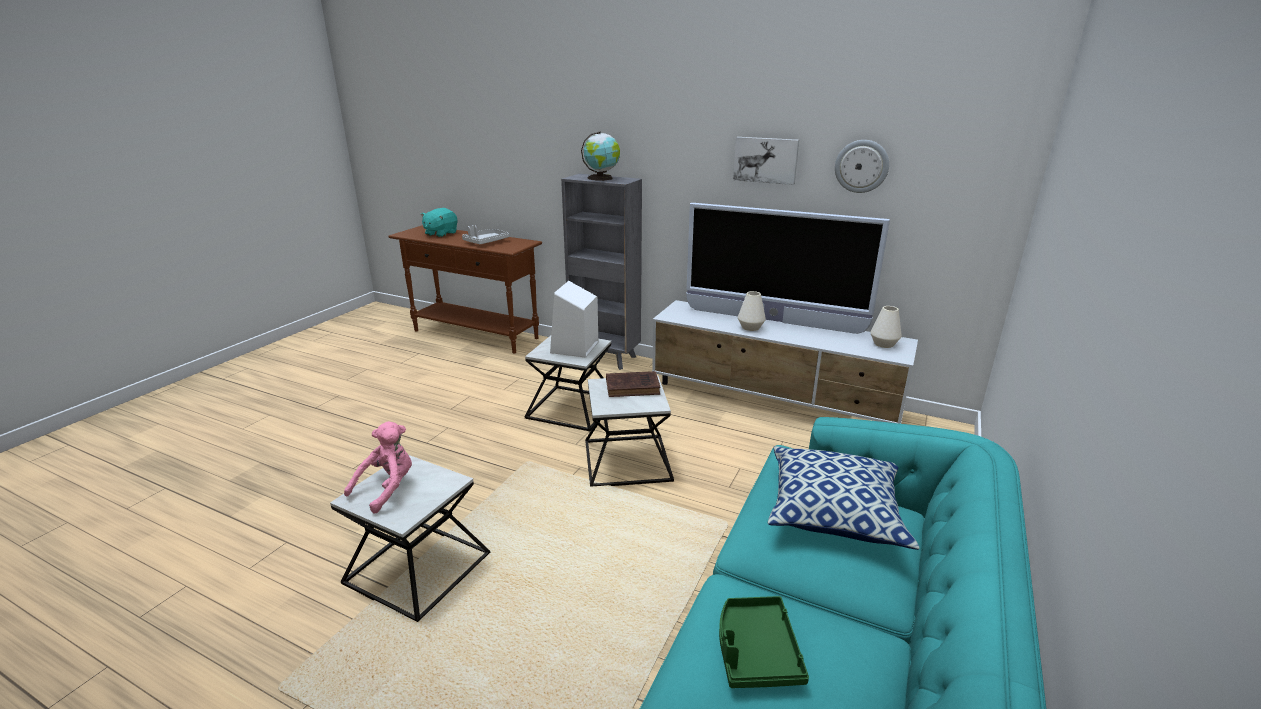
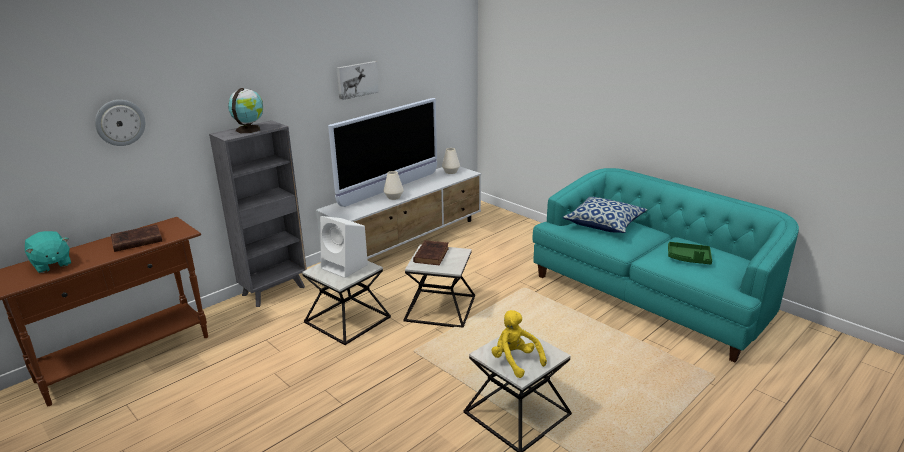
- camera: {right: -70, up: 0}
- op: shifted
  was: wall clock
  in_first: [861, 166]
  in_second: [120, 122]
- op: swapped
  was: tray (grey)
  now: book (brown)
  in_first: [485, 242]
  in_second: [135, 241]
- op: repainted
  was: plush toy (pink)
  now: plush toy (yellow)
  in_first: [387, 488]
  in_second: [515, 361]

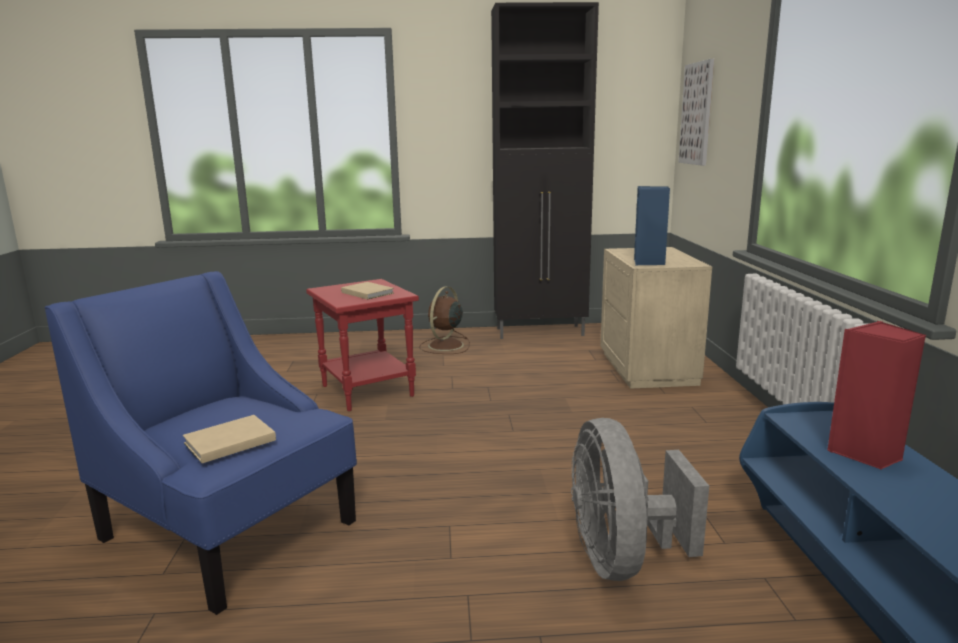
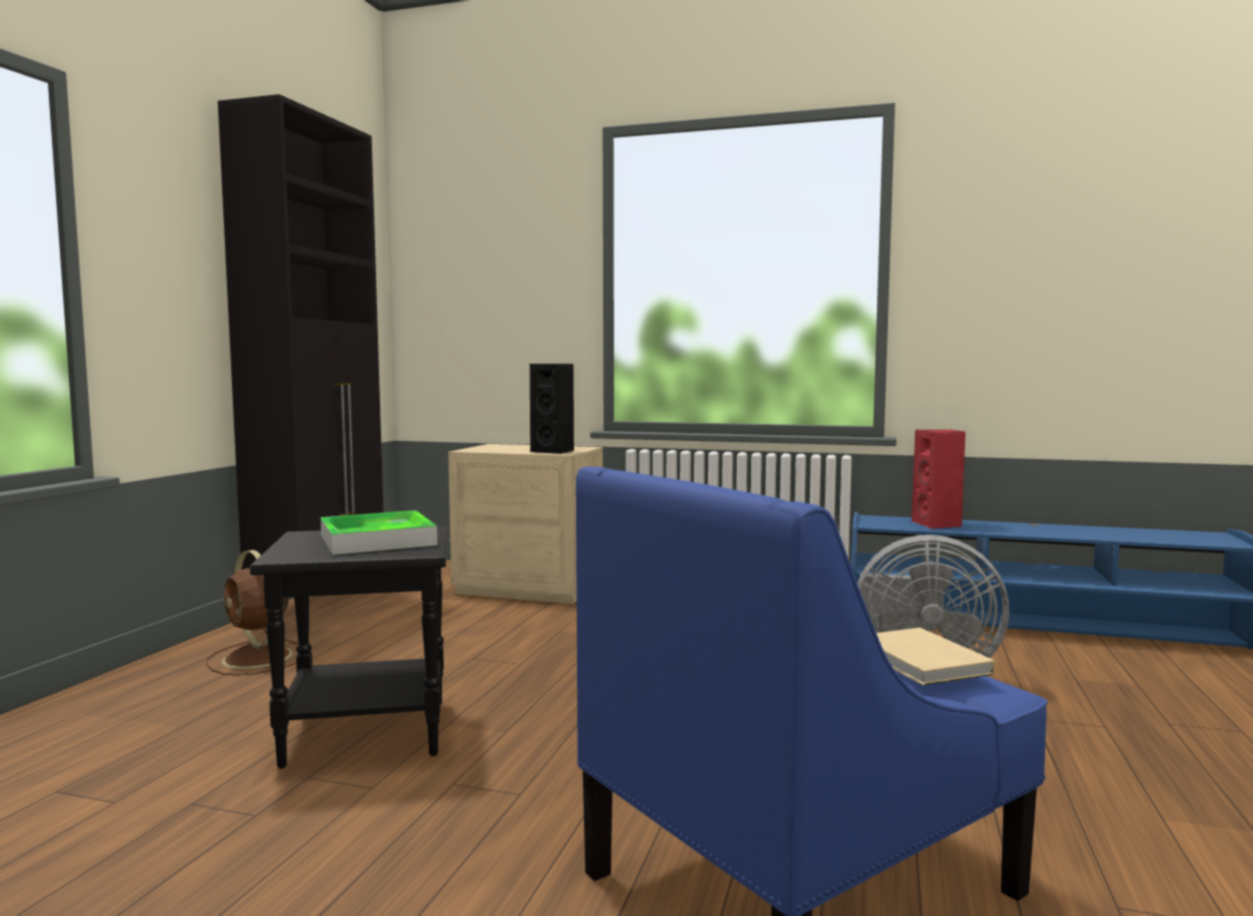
- camera: {right: -70, up: -10}
- op: repainted
  was: side table (red)
  now: side table (black)
  in_first: [369, 391]
  in_second: [369, 731]
- op: swapped
  was: book (beige)
  now: tray
  in_first: [367, 292]
  in_second: [377, 540]
- op: repainted
  was: speaker (blue)
  now: speaker (black)
  in_first: [649, 262]
  in_second: [554, 451]
- op: gone
  was: picture
  in_first: [697, 114]

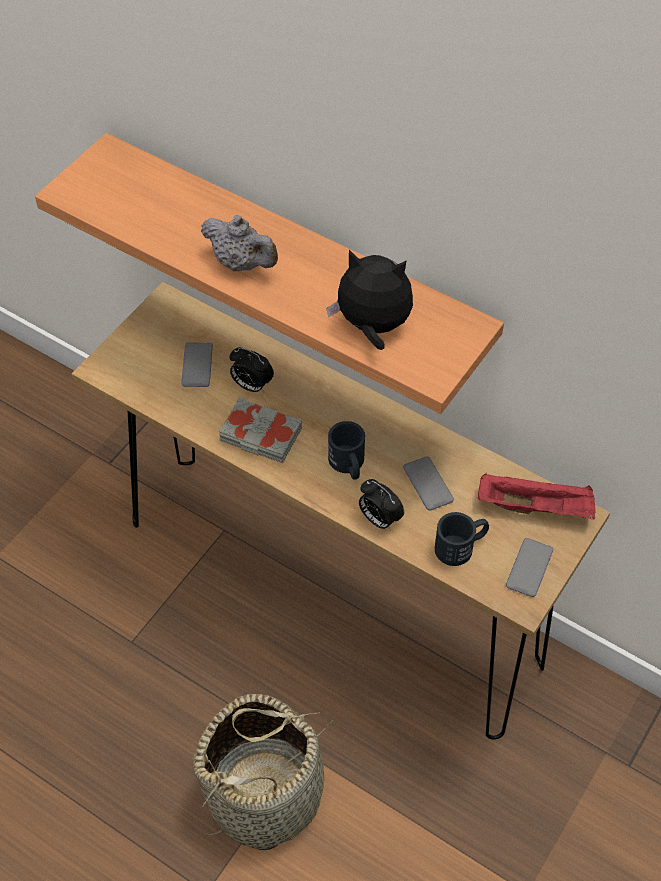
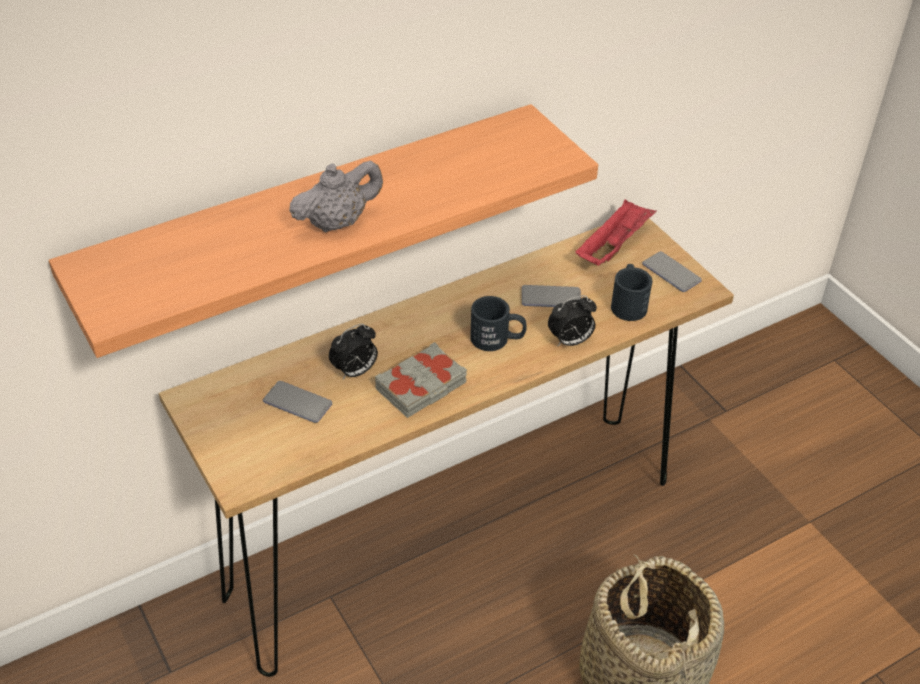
- camera: {right: -65, up: -10}
- op: gone
  was: plush toy
  in_first: [372, 327]

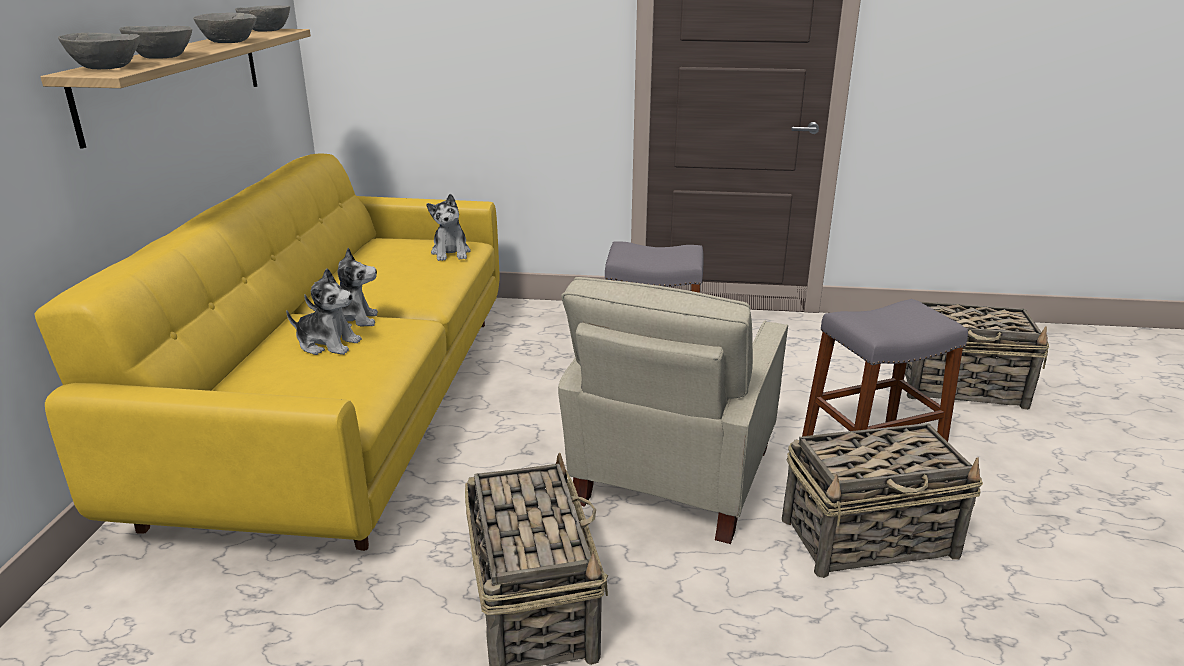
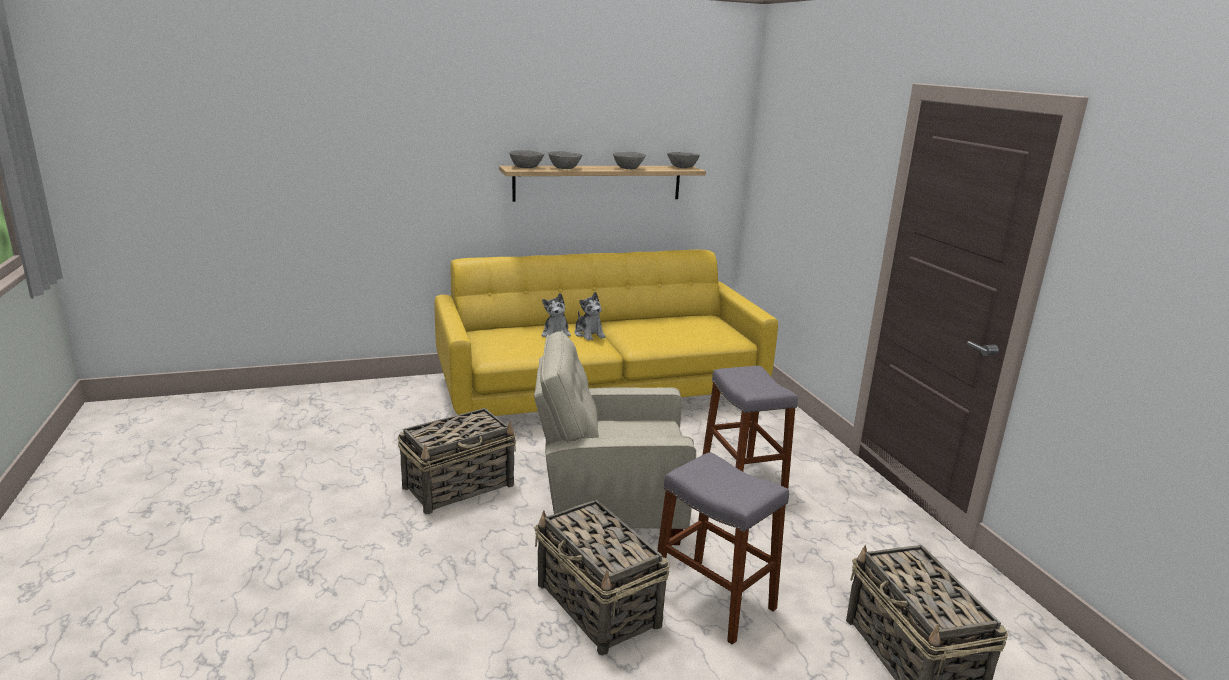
- camera: {right: 65, up: -5}
- op: gone
  was: plush toy
  in_first: [451, 253]

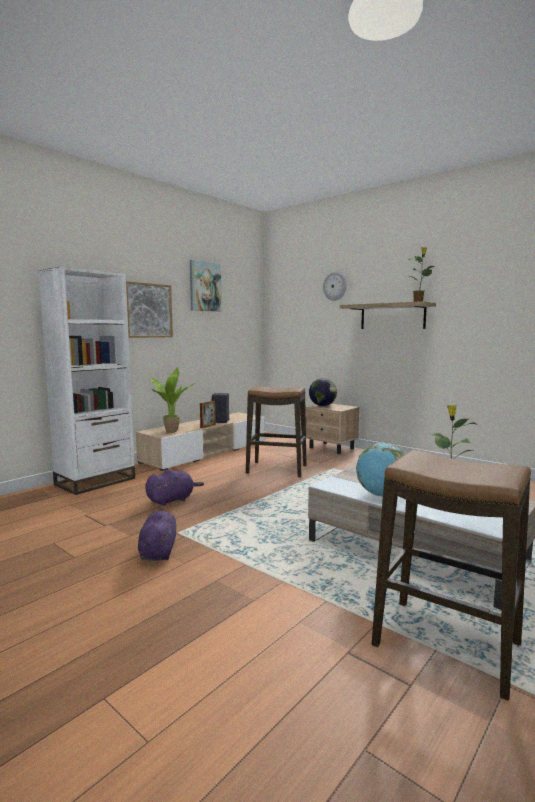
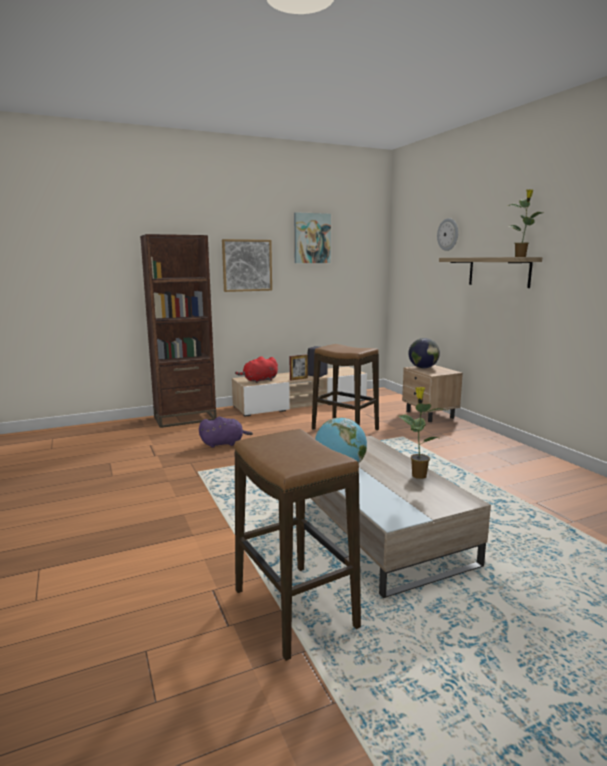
- camera: {right: 25, up: 5}
- op: repainted
  was: bookcase (white)
  now: bookcase (brown)
  in_first: [95, 481]
  in_second: [185, 418]
- op: swapped
  was: potted plant
  now: plush toy (red)
  in_first: [170, 431]
  in_second: [259, 380]
- op: gone
  was: plush toy (purple)
  in_first: [158, 551]

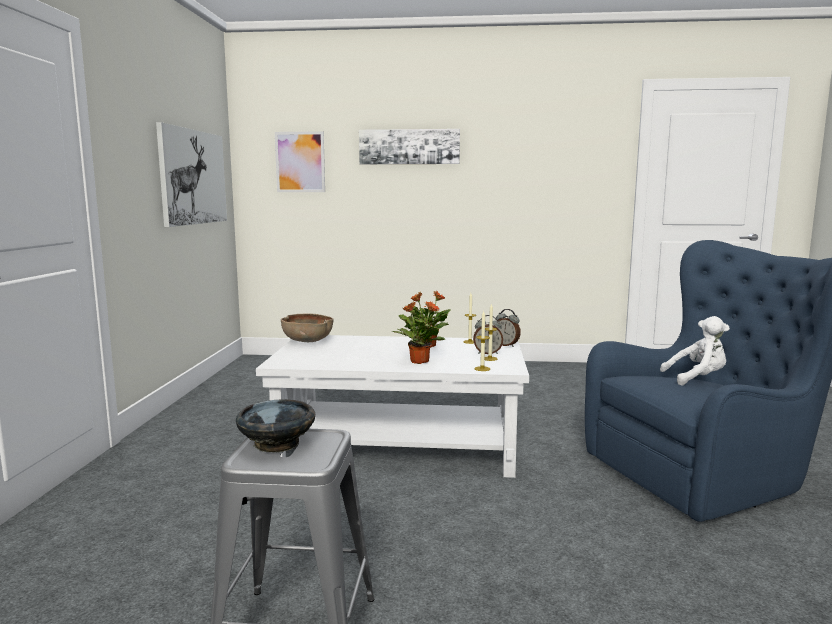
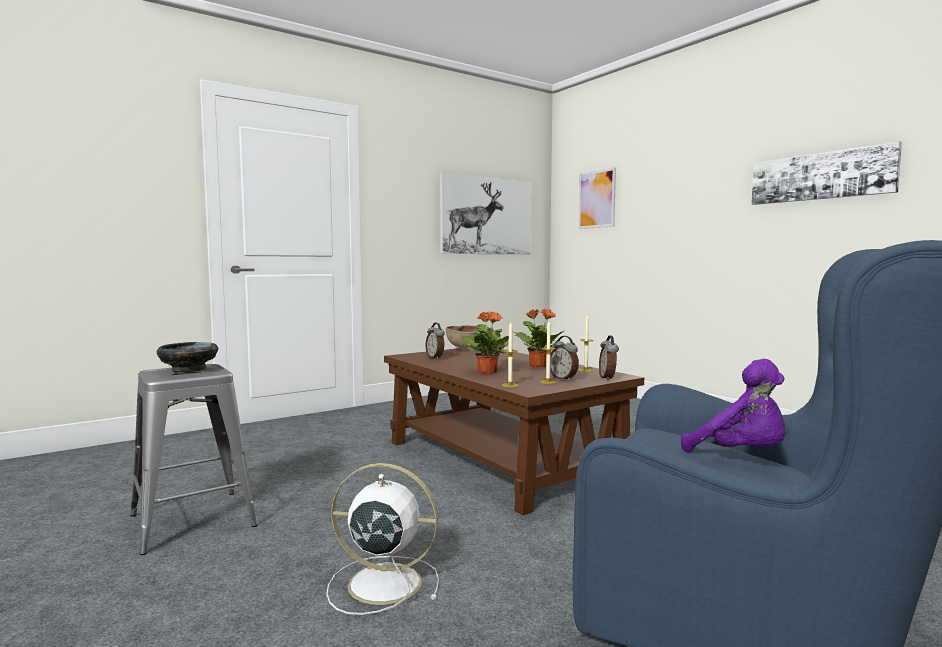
- camera: {right: 50, up: -5}
- op: new
  now: fan (white)
  in_second: [381, 583]
- op: repainted
  was: coffee table (white)
  now: coffee table (brown)
  in_first: [400, 444]
  in_second: [501, 460]
- op: new
  now: alarm clock
  in_second: [435, 358]
- op: repainted
  was: plush toy (white)
  now: plush toy (purple)
  in_first: [697, 379]
  in_second: [741, 455]
- op: shifted
  was: picture
  in_first: [409, 147]
  in_second: [820, 176]

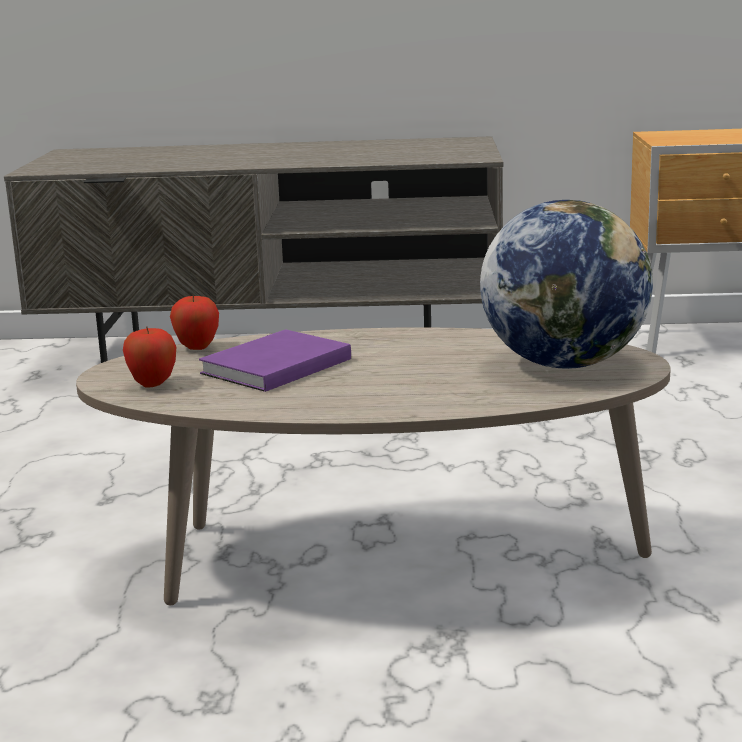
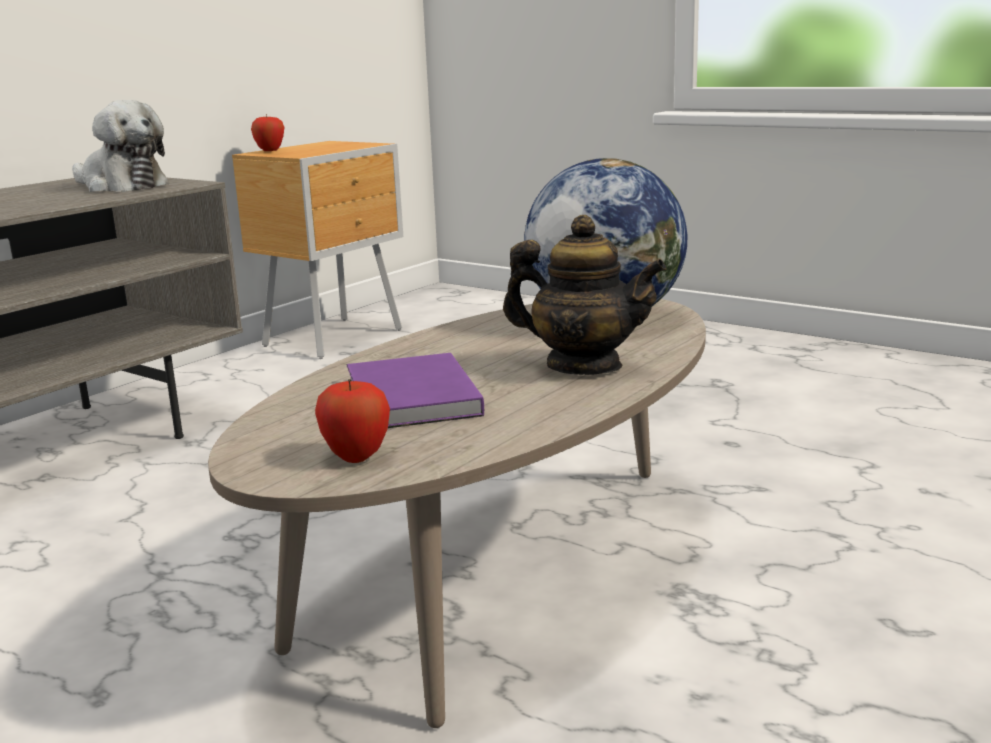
- camera: {right: -55, up: 0}
- op: new
  now: plush toy
  in_second: [121, 186]
- op: shifted
  was: apple
  in_first: [197, 348]
  in_second: [270, 151]
- op: new
  now: teapot
  in_second: [583, 366]

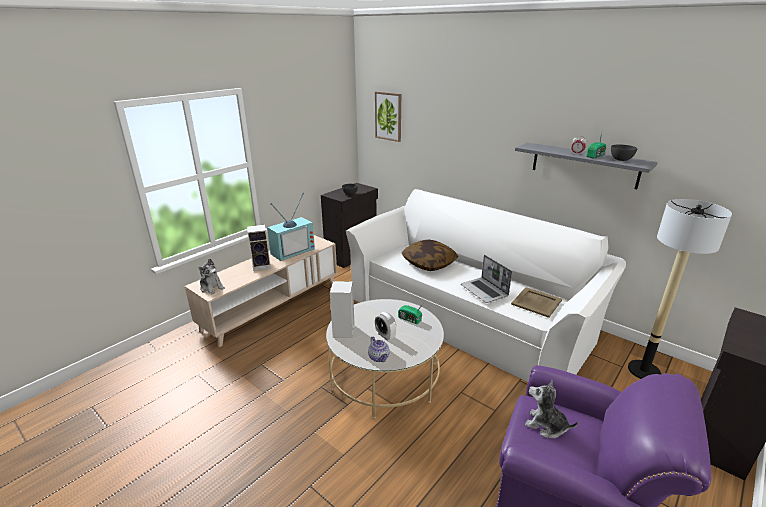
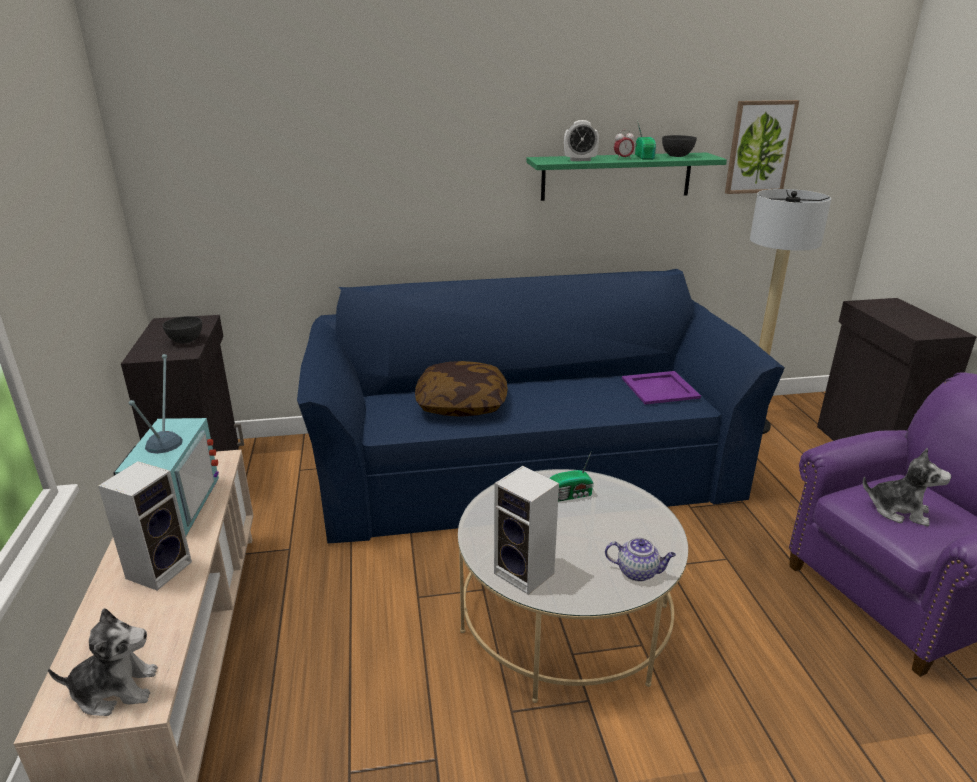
- camera: {right: -50, up: 0}
- op: repainted
  was: sofa (white)
  now: sofa (blue)
  in_first: [470, 315]
  in_second: [525, 464]
- op: repainted
  was: shelf (grey)
  now: shelf (green)
  in_first: [584, 165]
  in_second: [616, 176]
- op: shifted
  was: alarm clock
  in_first: [385, 335]
  in_second: [580, 160]
- op: repainted
  was: tray (beige)
  now: tray (purple)
  in_first: [537, 302]
  in_second: [660, 388]
- op: shifted
  was: picture
  in_first: [388, 116]
  in_second: [759, 147]
- op: rotated
  was: plush toy
  in_first: [546, 425]
  in_second: [898, 511]
  clockwise: -135
- op: gone
  was: laptop
  in_first: [485, 291]

